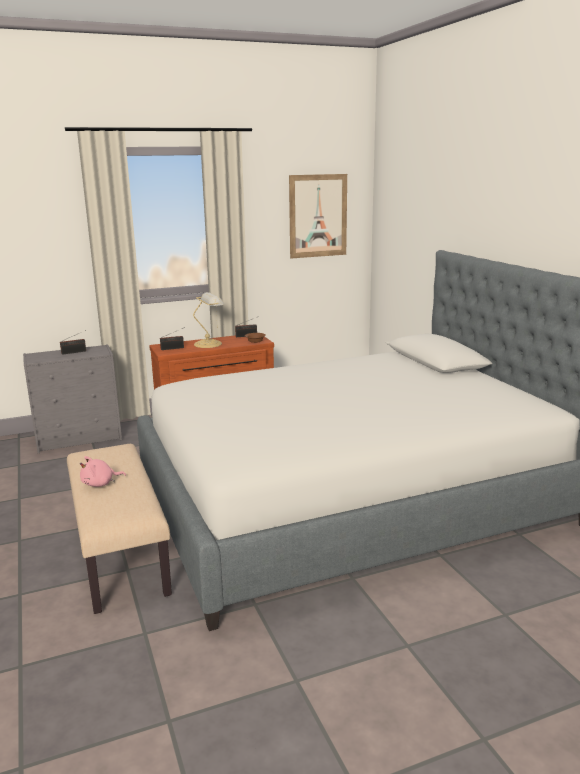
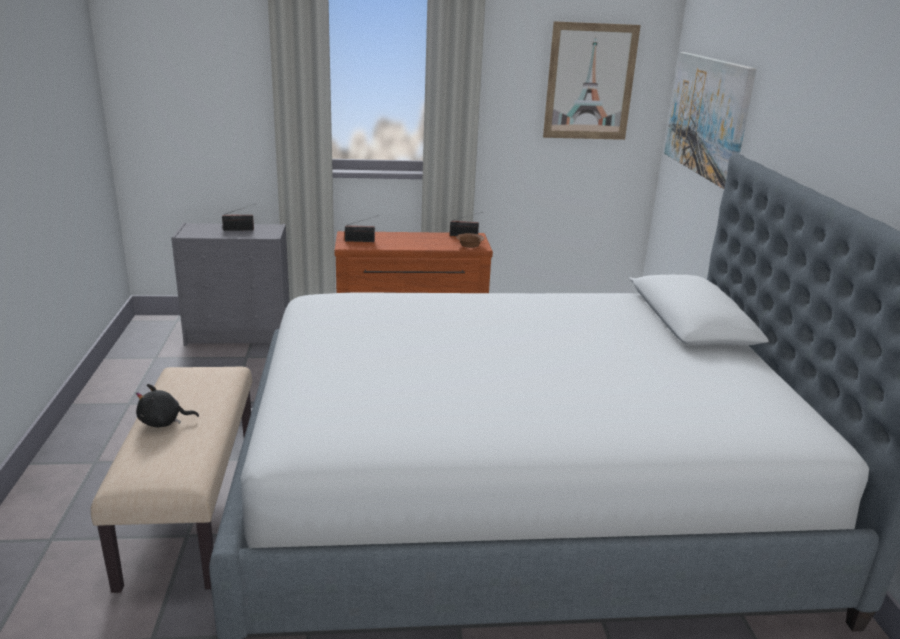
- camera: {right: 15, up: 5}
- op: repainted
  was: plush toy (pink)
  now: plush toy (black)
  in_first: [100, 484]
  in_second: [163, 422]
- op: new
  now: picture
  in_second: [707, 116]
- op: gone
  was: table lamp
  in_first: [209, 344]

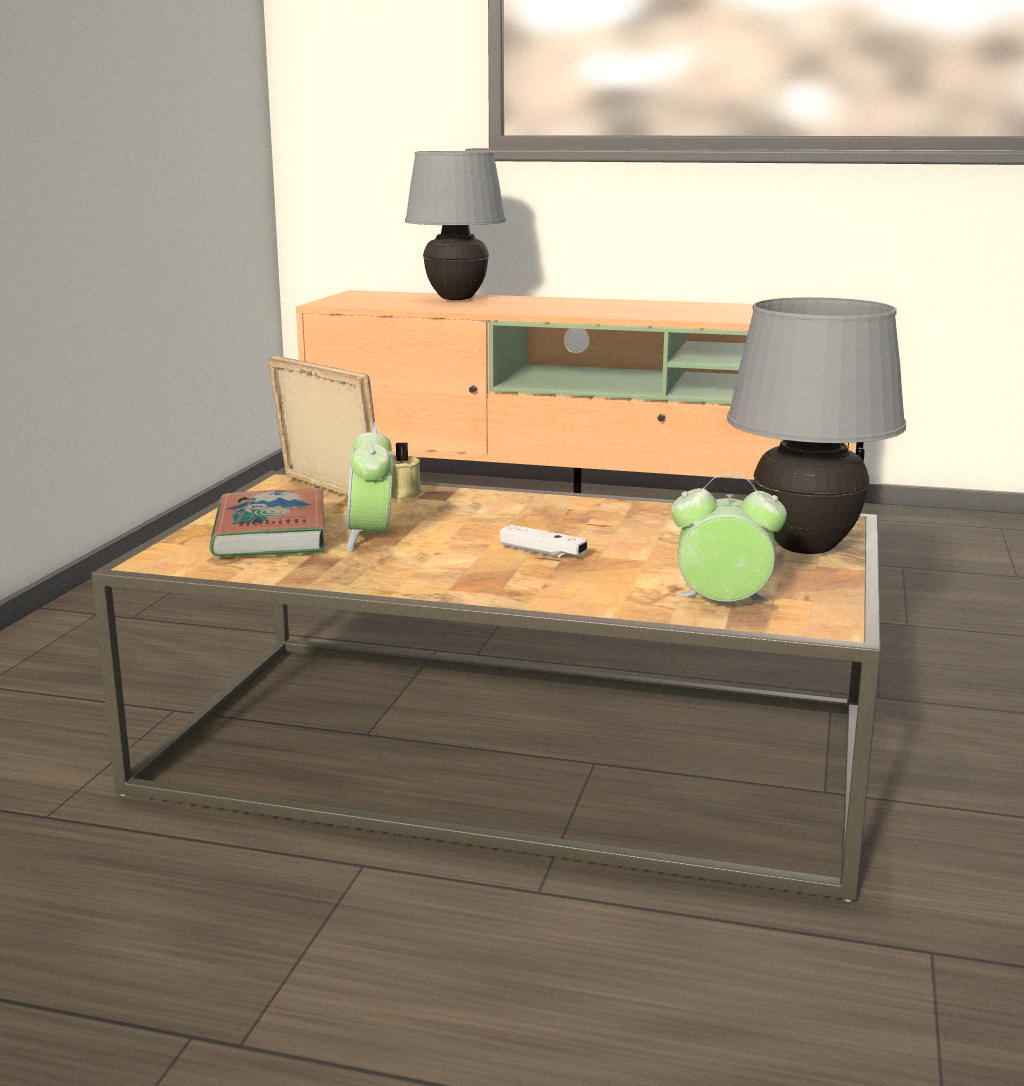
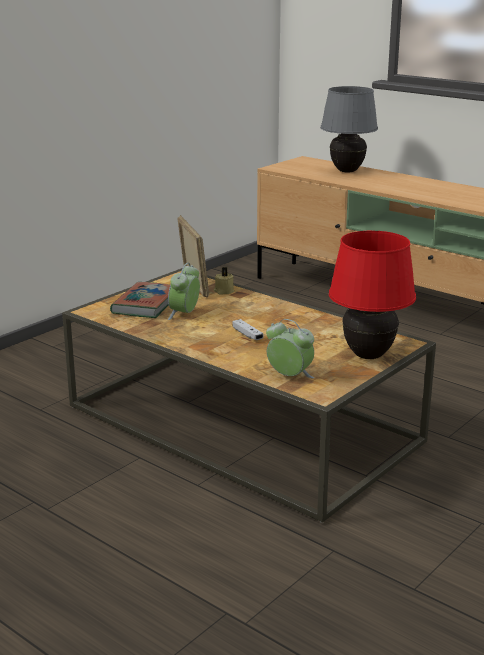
- camera: {right: 25, up: 5}
- op: repainted
  was: table lamp (grey)
  now: table lamp (red)
  in_first: [806, 549]
  in_second: [369, 355]

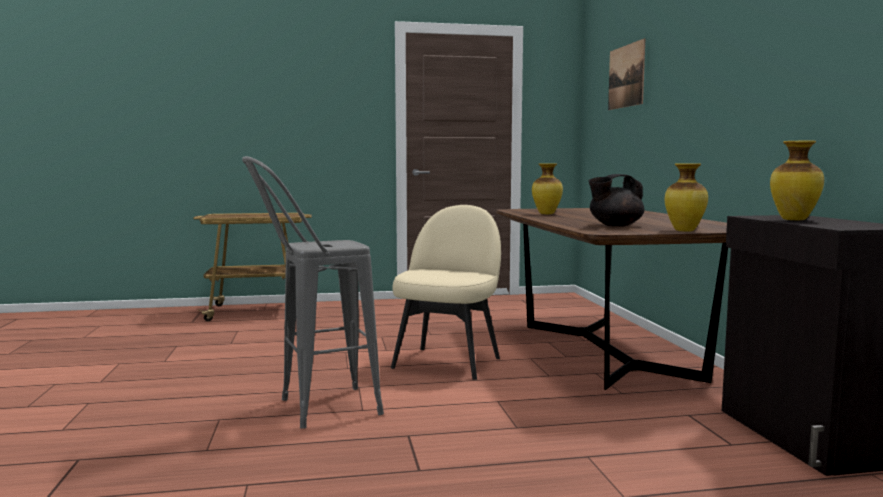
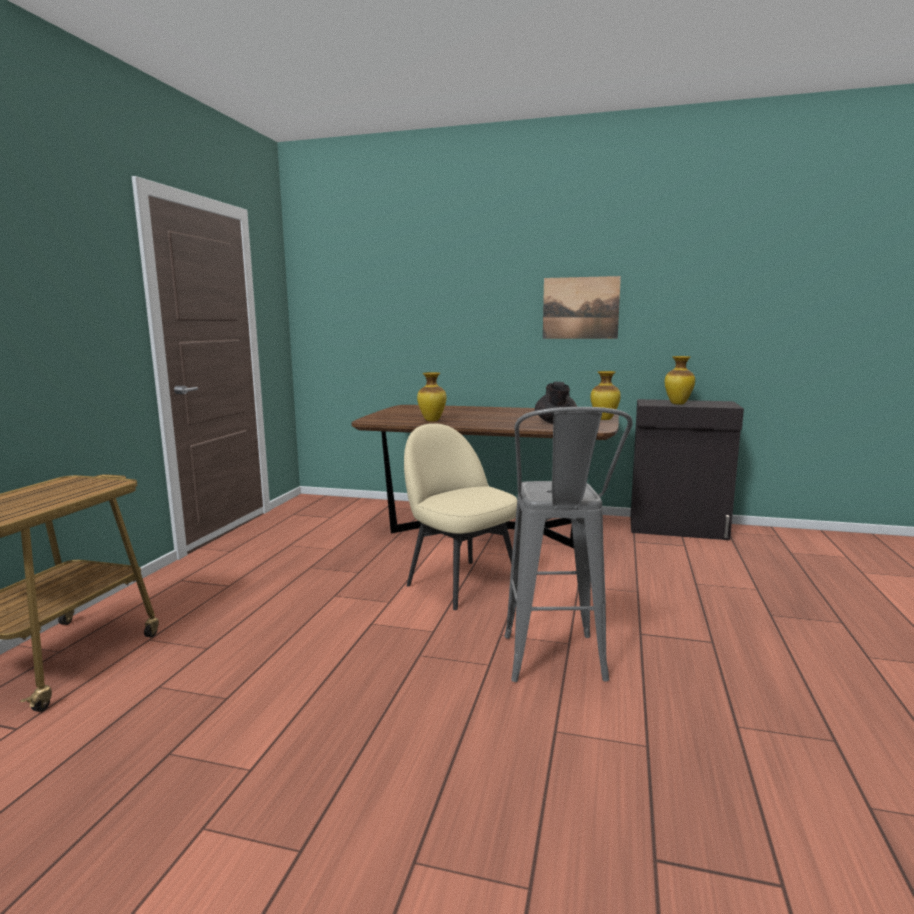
- camera: {right: -65, up: 5}
- op: shifted
  was: picture
  in_first: [626, 76]
  in_second: [580, 308]

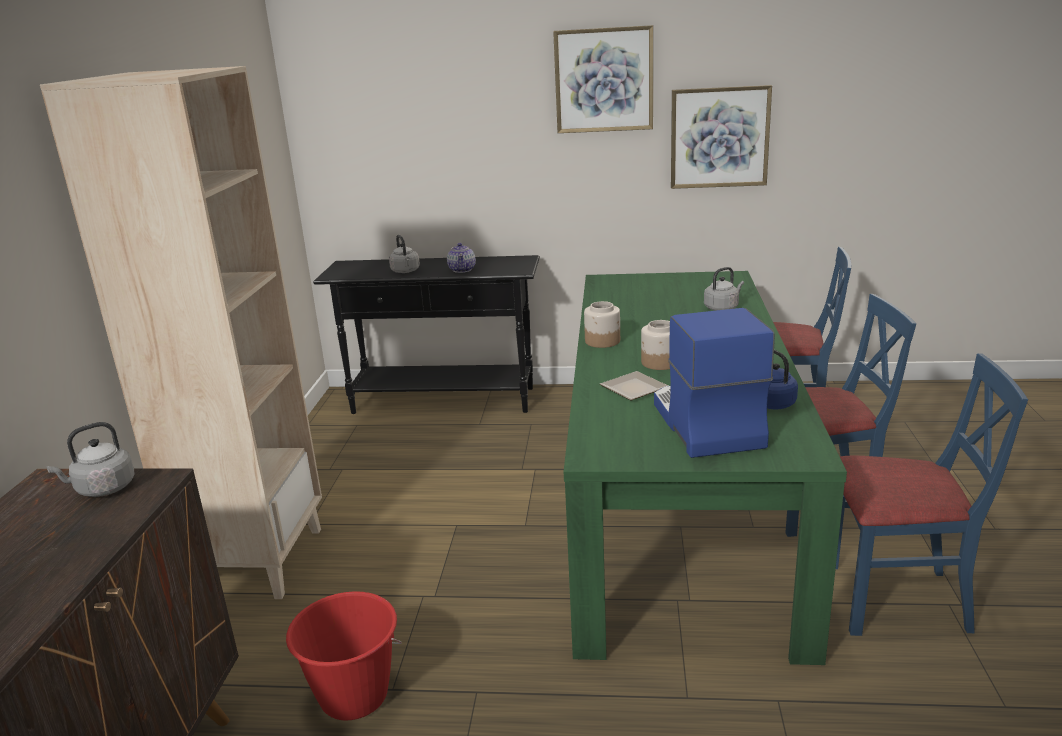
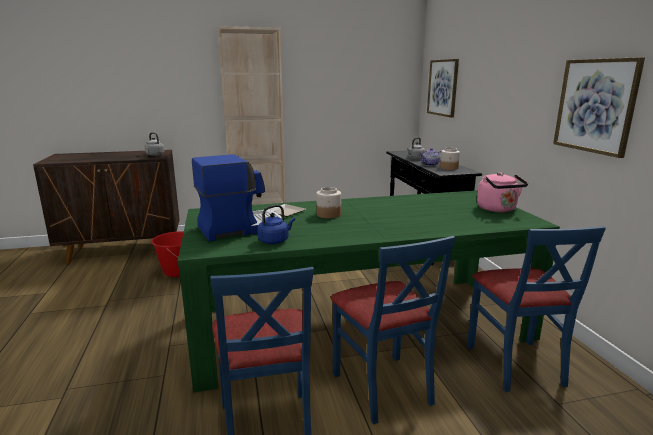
- camera: {right: 70, up: -5}
- op: shifted
  was: picture
  in_first: [604, 80]
  in_second: [443, 87]
- op: shifted
  was: jar
  in_first: [603, 341]
  in_second: [449, 168]
- op: new
  now: kettle (pink)
  in_second: [498, 209]
- op: gone
  was: kettle (grey)
  in_first: [722, 308]

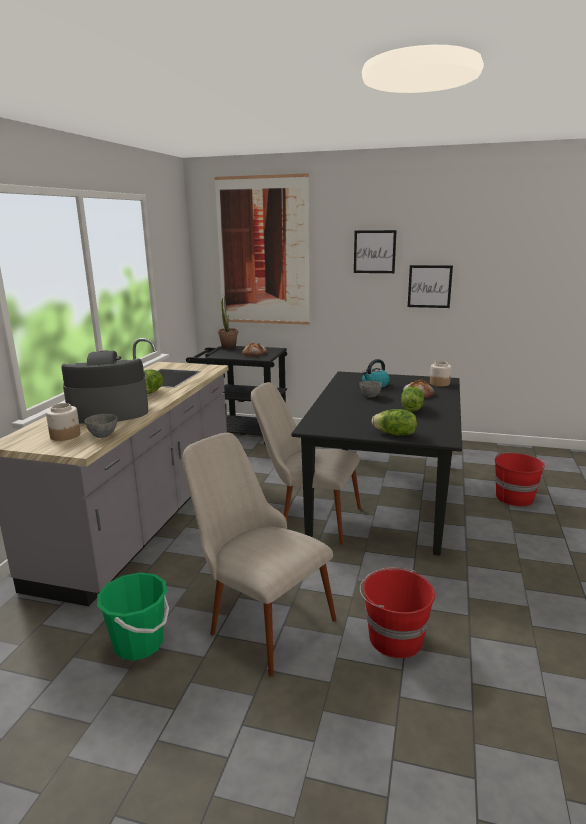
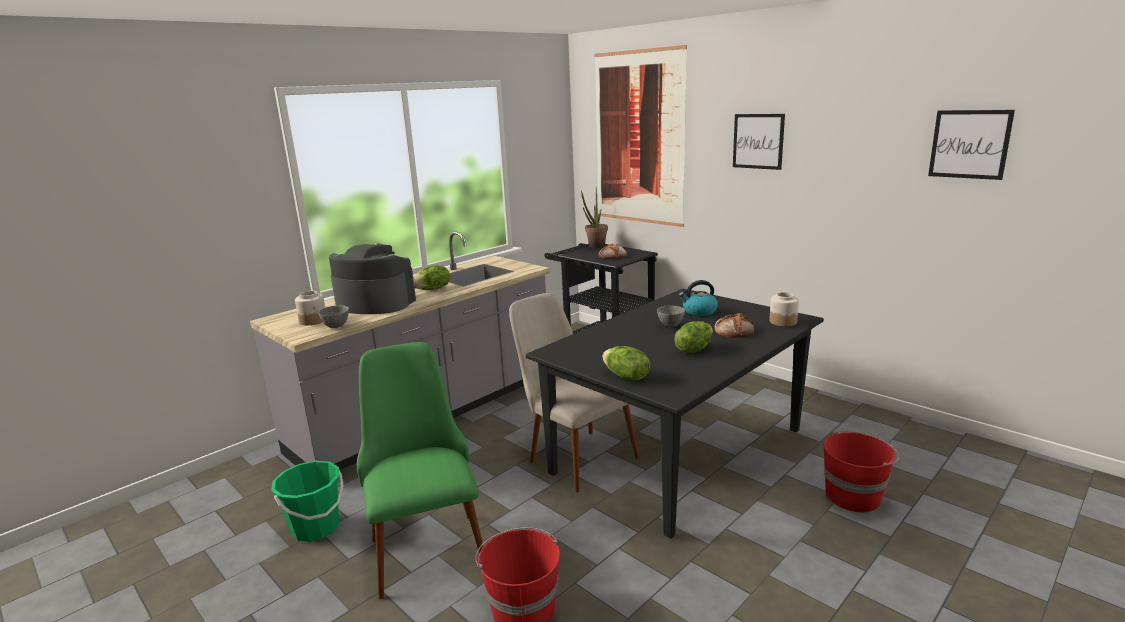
- camera: {right: 30, up: 0}
- op: repainted
  was: chair (beige)
  now: chair (green)
  in_first: [259, 617]
  in_second: [425, 540]
- op: shifted
  was: picture
  in_first: [429, 286]
  in_second: [969, 144]

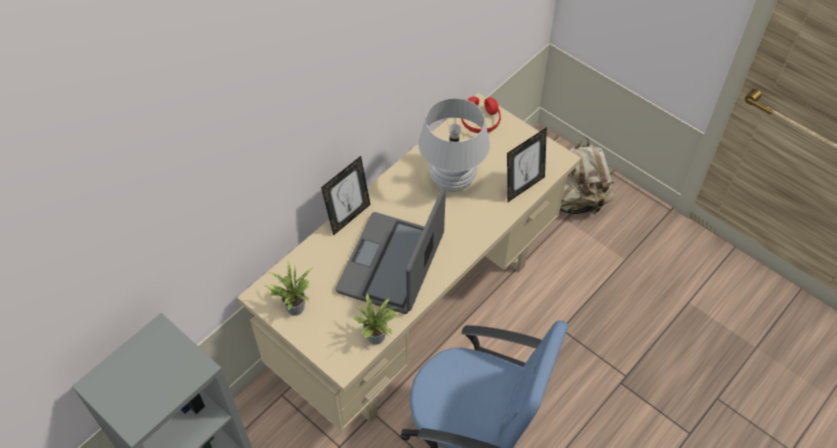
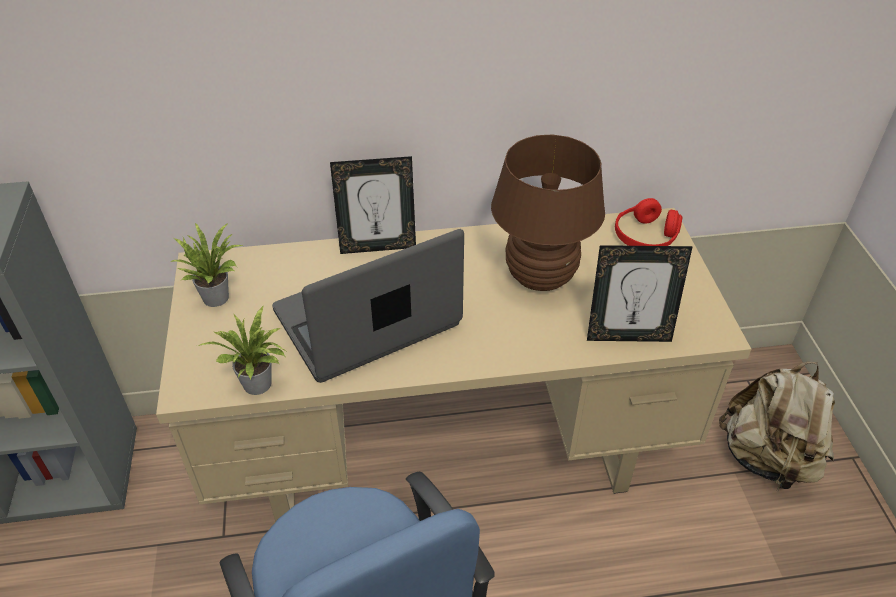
- camera: {right: 40, up: -10}
- op: repainted
  was: table lamp (white)
  now: table lamp (brown)
  in_first: [452, 180]
  in_second: [540, 277]

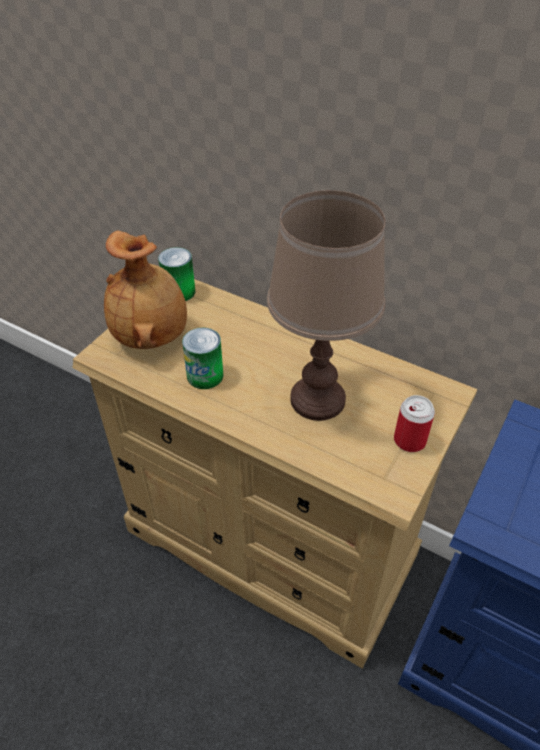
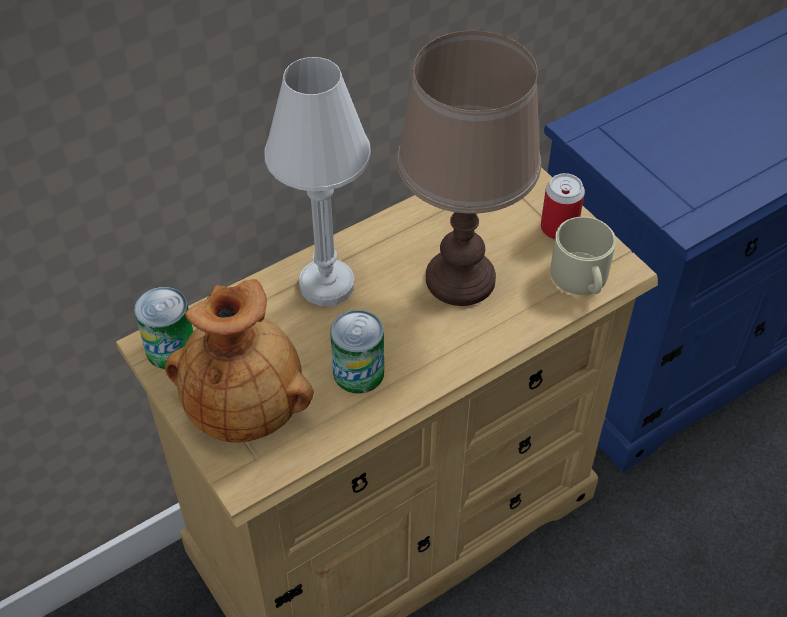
- camera: {right: -65, up: 5}
- op: new
  now: table lamp (white)
  in_second: [327, 285]
- op: new
  now: mug (beige)
  in_second: [581, 279]

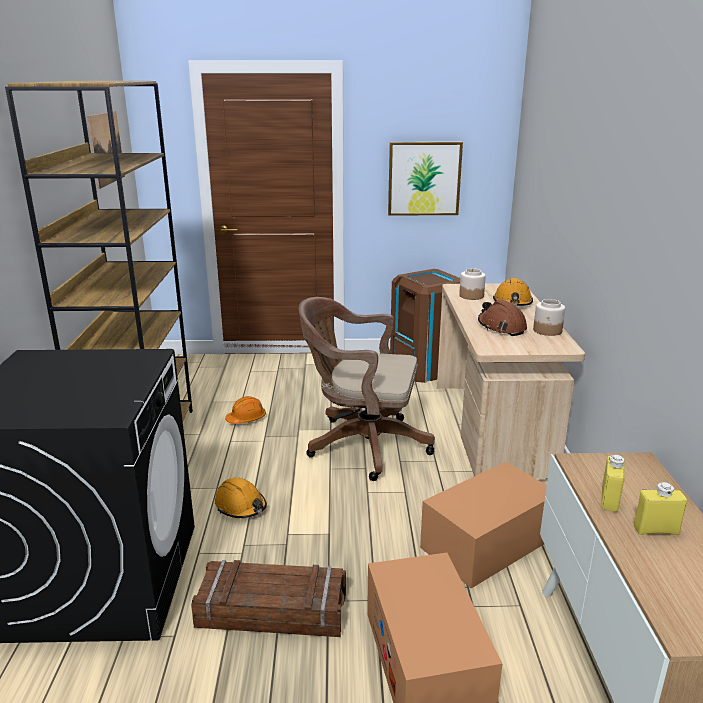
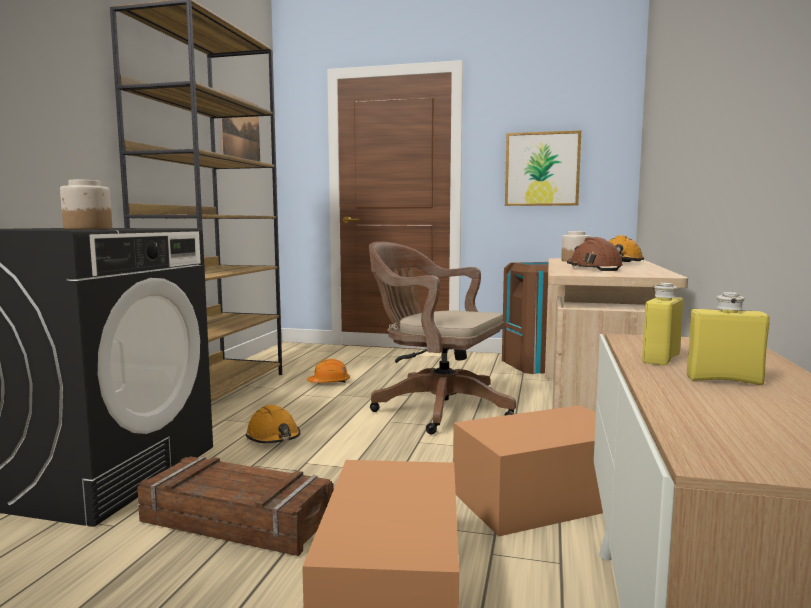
- camera: {right: 15, up: -15}
- op: shifted
  was: jar
  in_first: [547, 331]
  in_second: [88, 228]

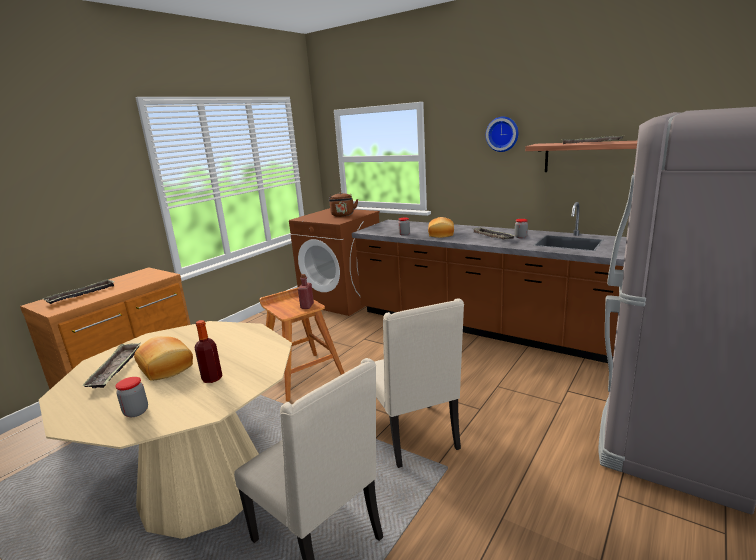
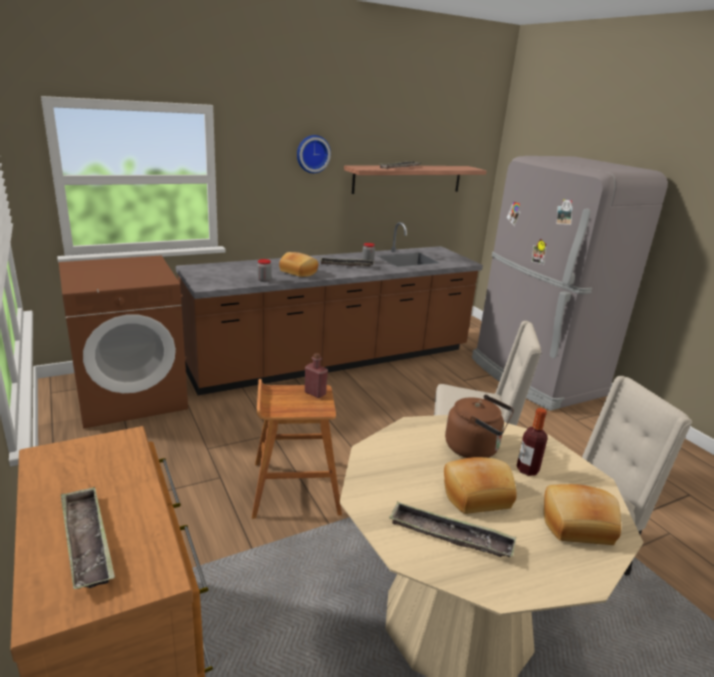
- camera: {right: -65, up: 5}
- op: shifted
  was: kettle (brown)
  in_first: [342, 215]
  in_second: [475, 448]
- op: swapped
  was: jar
  now: bread
  in_first: [136, 412]
  in_second: [577, 526]

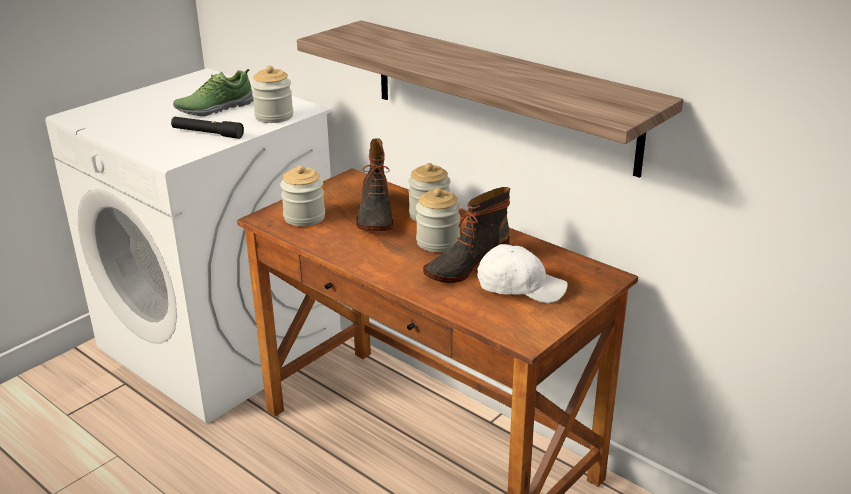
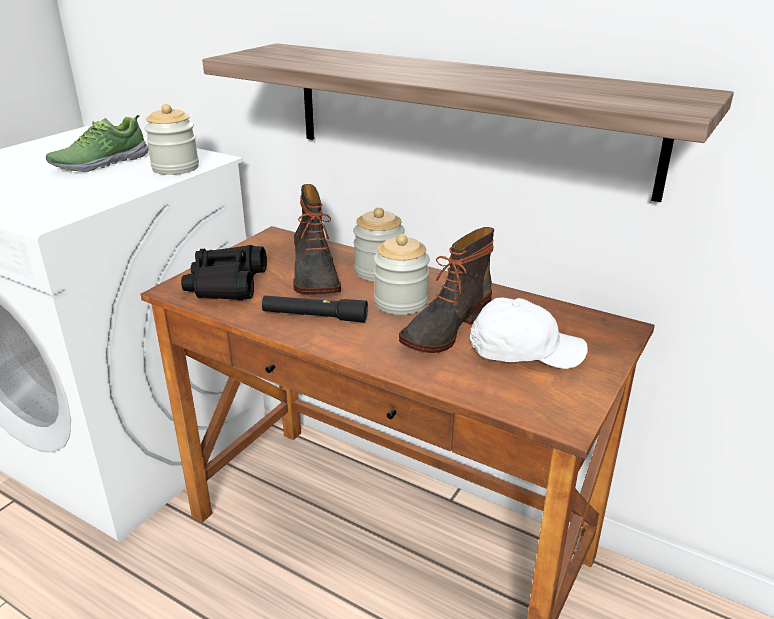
- camera: {right: -10, up: 0}
- op: swapped
  was: jar
  now: binoculars (black)
  in_first: [304, 217]
  in_second: [227, 285]
- op: shifted
  was: flashlight (black)
  in_first: [207, 133]
  in_second: [314, 316]

